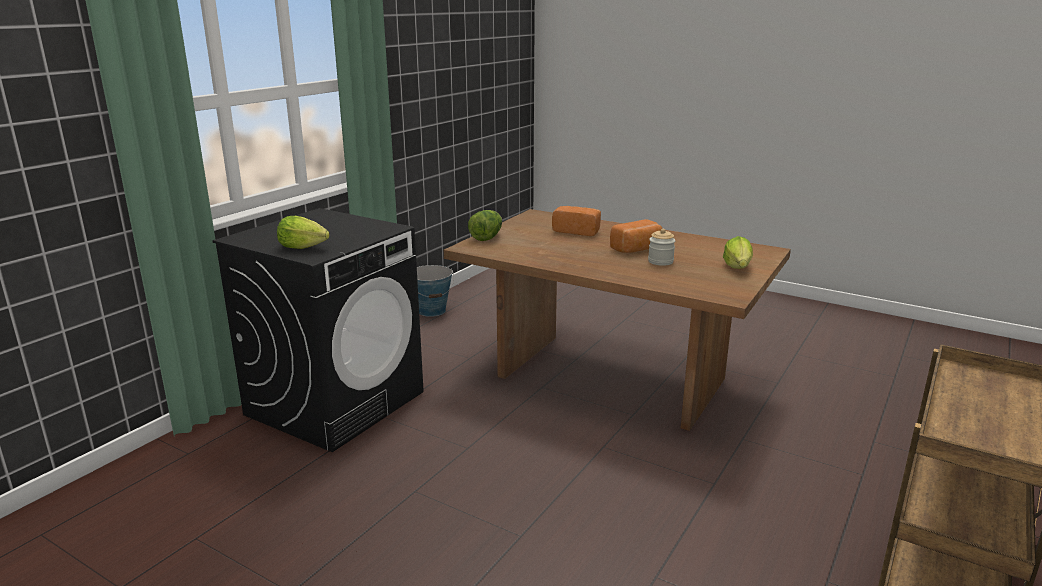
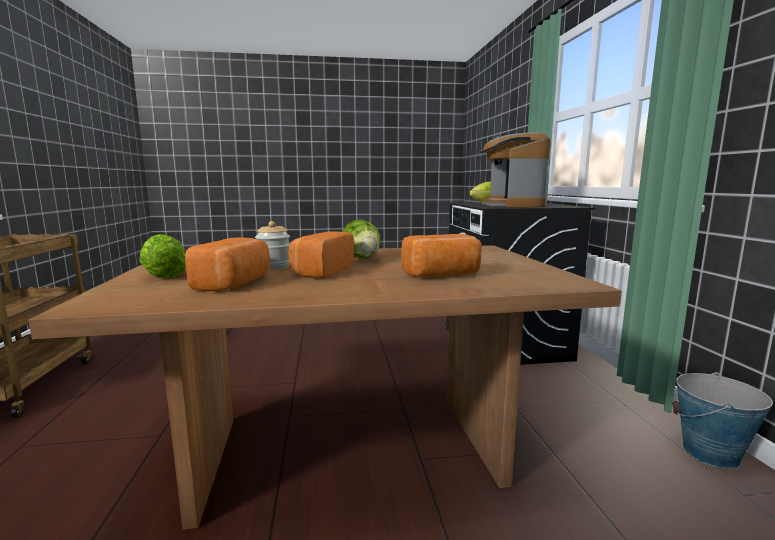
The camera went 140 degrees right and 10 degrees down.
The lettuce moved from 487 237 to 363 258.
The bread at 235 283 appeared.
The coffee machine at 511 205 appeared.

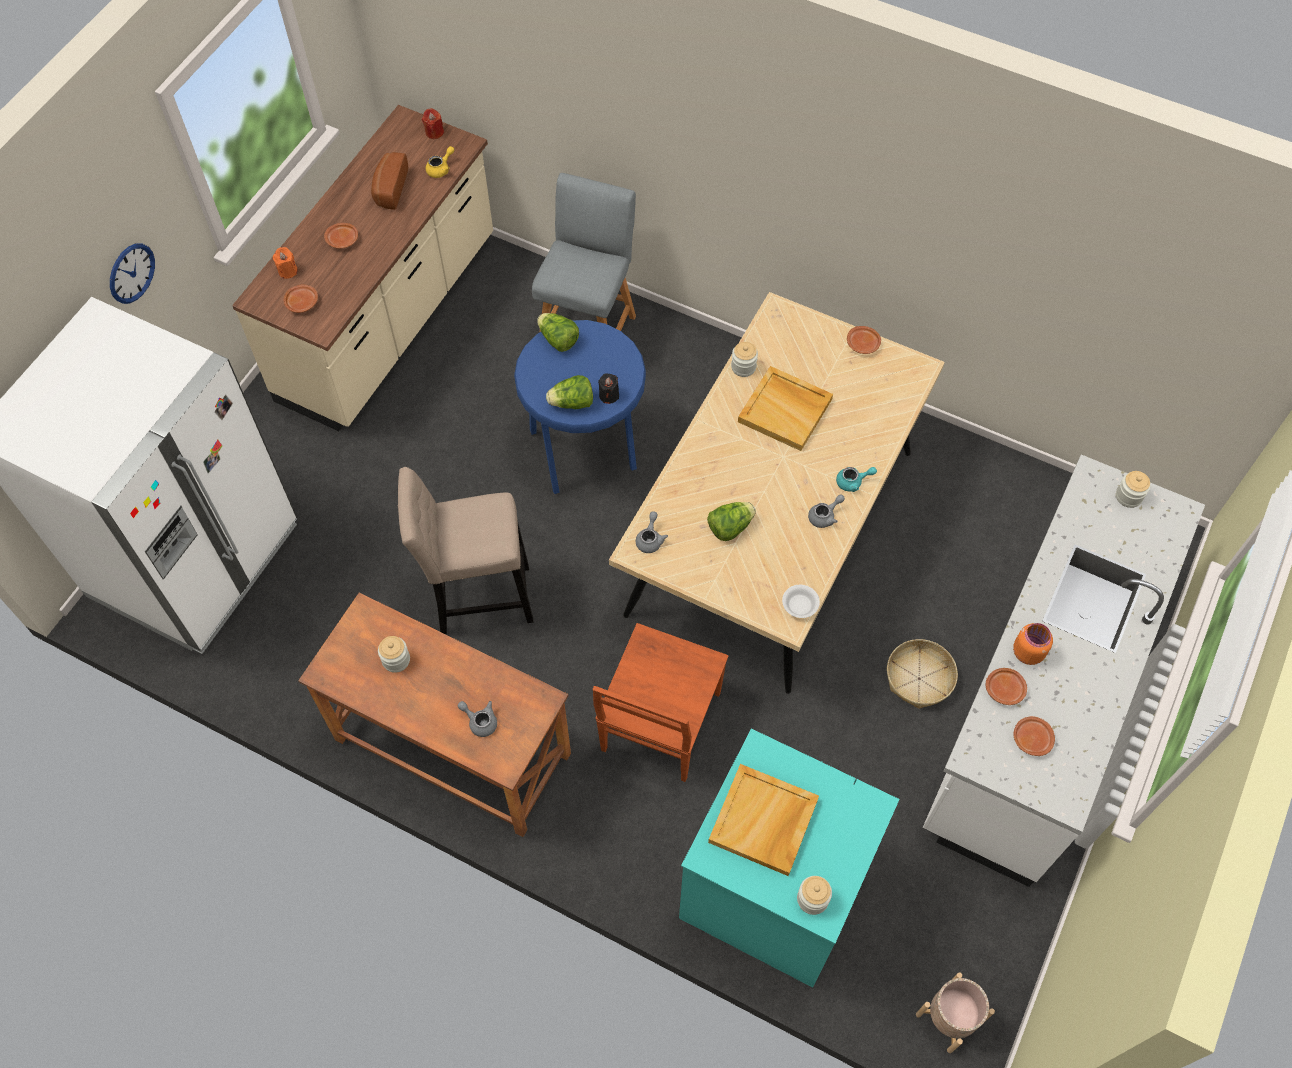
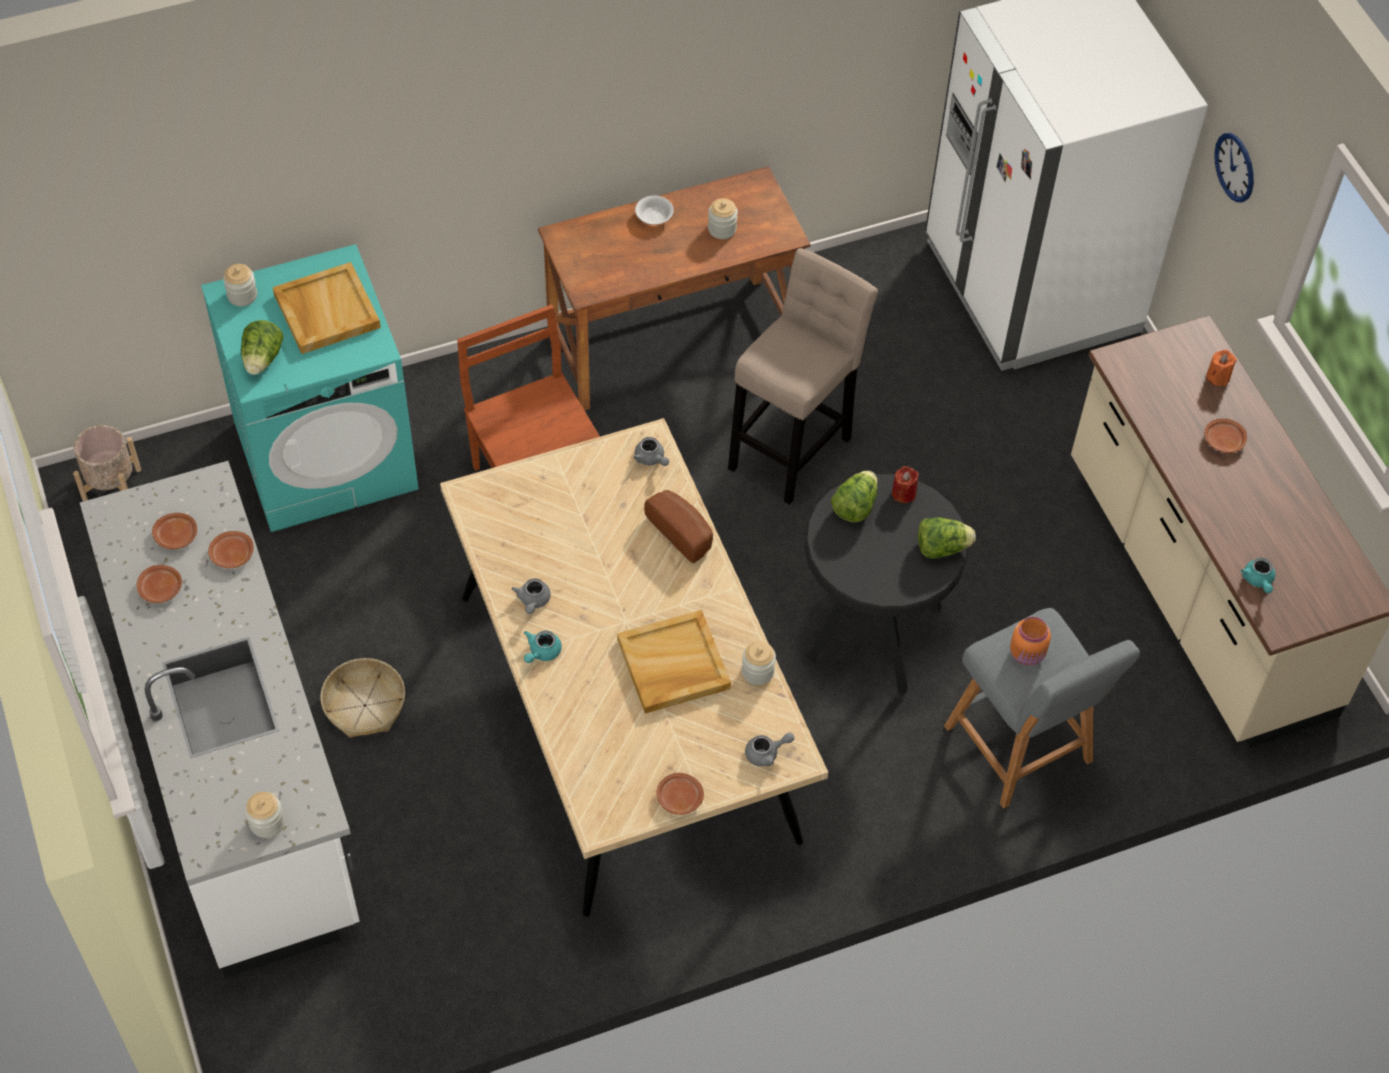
The camera went 130 degrees right and 5 degrees down.
The brown plate moved from 302 302 to 161 589.
The bread moved from 389 188 to 682 532.
The red candle moved from 434 132 to 903 493.
The yellow teapot at 441 169 became the turquoise teapot at 1258 581.
The grey teapot moved from 480 721 to 766 753.
The blue stool at 585 451 became the black stool at 871 636.
The black candle at 609 395 disappeared.
The lettuce moved from 730 527 to 263 359.
The white bowl moved from 799 605 to 654 217.
The orange jar moved from 1027 651 to 1027 654.

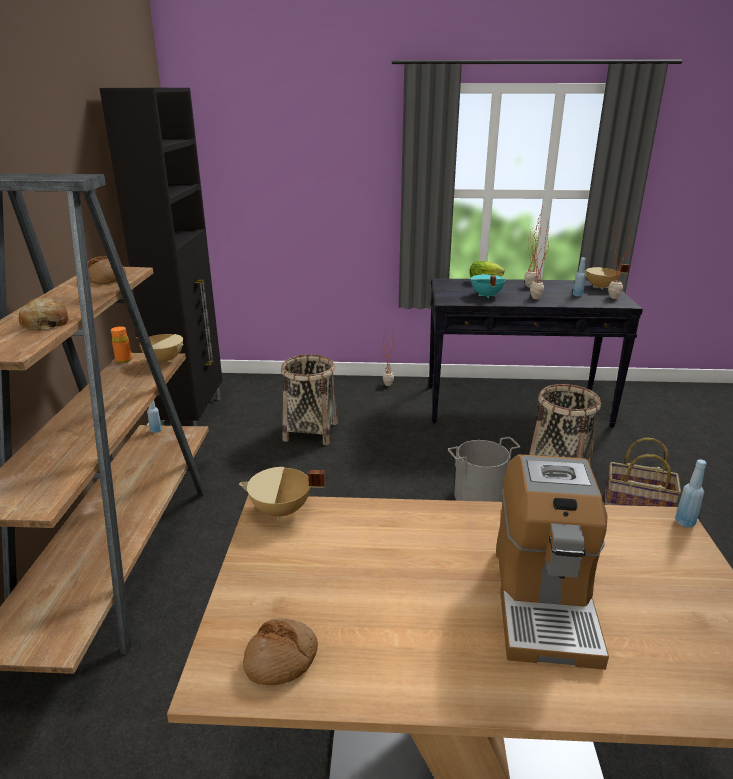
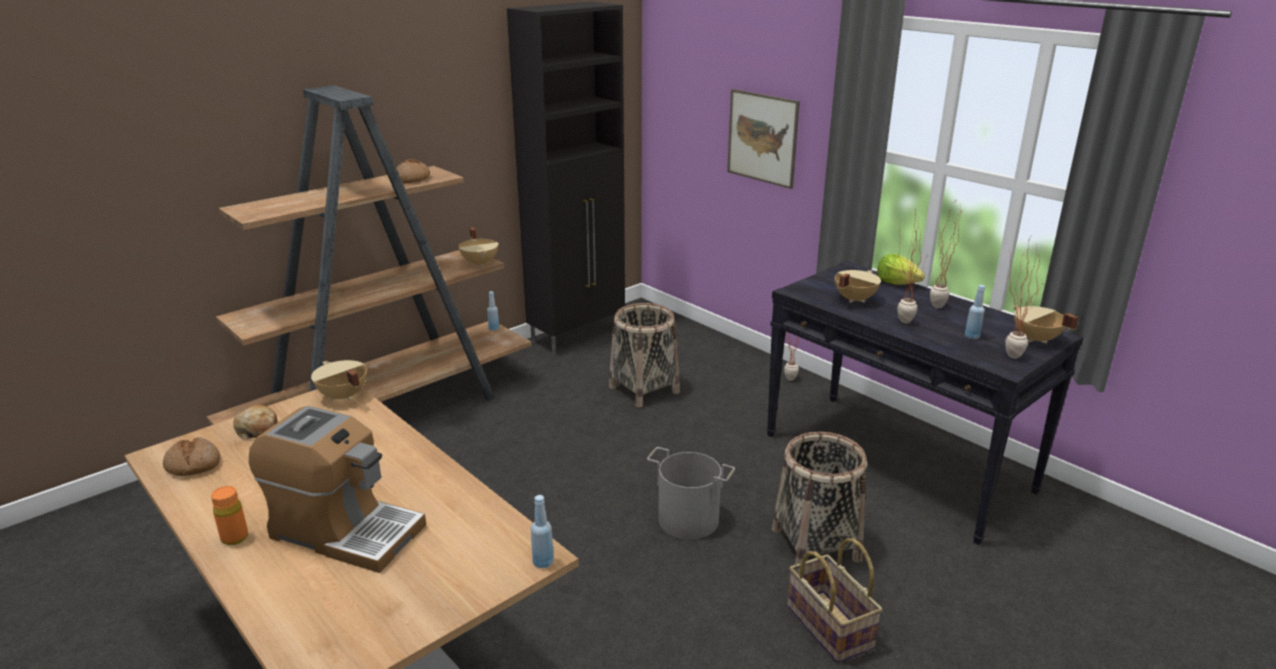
The camera went 45 degrees right and 0 degrees up.
The bread moved from 45 324 to 257 429.
The orange bottle moved from 124 360 to 235 538.
The turquoise cooking pot at 485 295 became the beige cooking pot at 854 299.
The coffee machine at 544 600 turned 120 degrees counterclockwise.
The picture at 762 138 appeared.

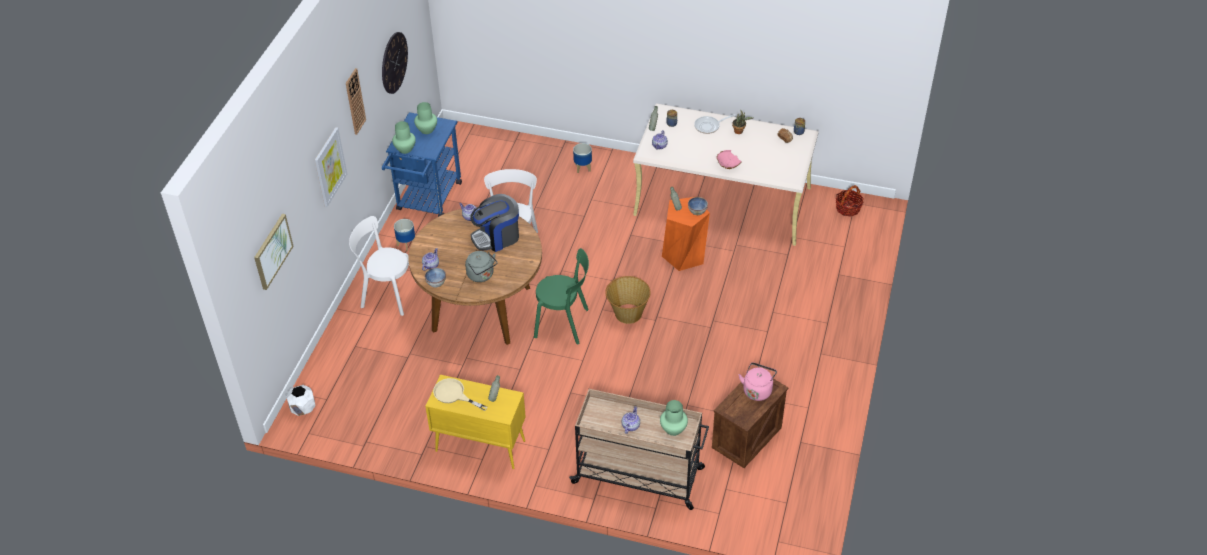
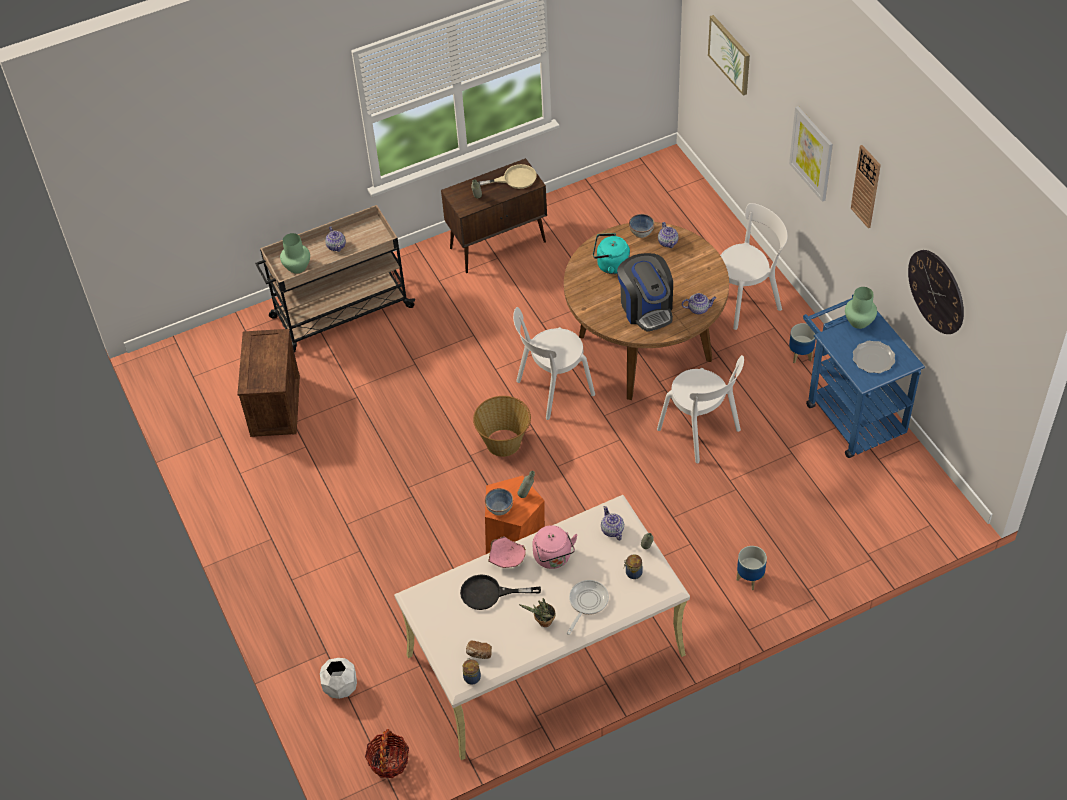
The camera went 140 degrees right and 5 degrees up.
The white planter moved from 303 409 to 340 687.
The green vase at 426 130 was replaced by the plate at 873 358.
The yellow cabinet at 479 446 became the brown cabinet at 498 245.
The grey kettle at 482 275 became the turquoise kettle at 610 265.
The coffee machine at 497 237 turned 135 degrees clockwise.
The green chair at 564 323 became the white chair at 552 389.
The pink kettle moved from 757 390 to 553 558.
The black frying pan at 489 593 appeared.

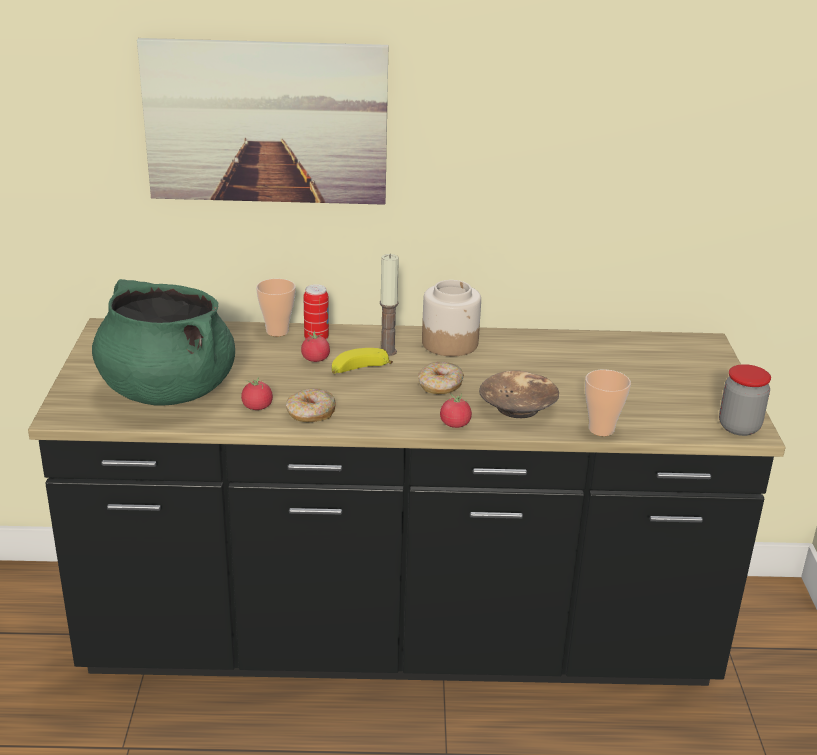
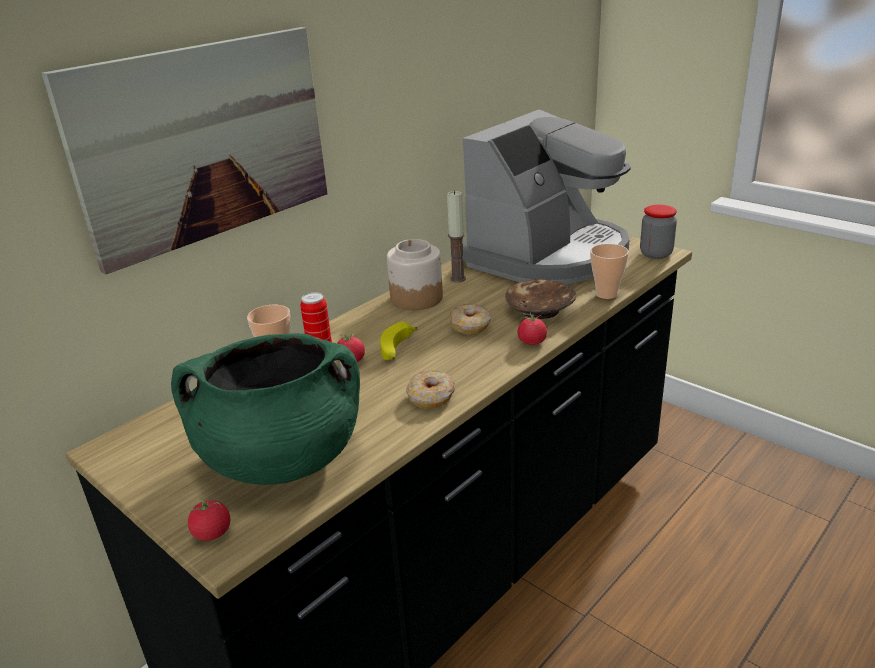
The camera went 45 degrees left and 0 degrees up.
The tomato moved from 257 407 to 212 533.
The candle moved from 387 351 to 457 279.
The coffee machine at 548 255 appeared.

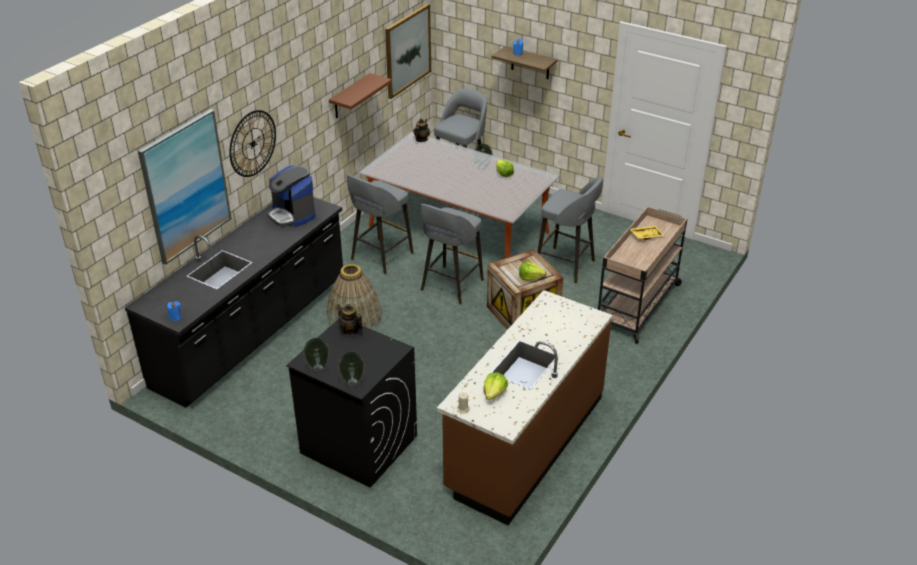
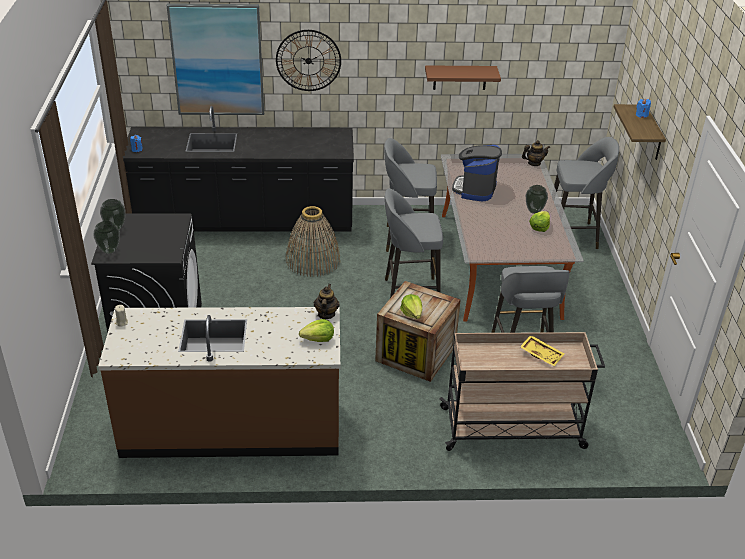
The camera went 55 degrees right and 0 degrees up.
The coffee machine moved from 292 214 to 475 189.
The teapot moved from 350 330 to 326 314.
The picture at 407 50 disappeared.
The lettuce moved from 494 393 to 318 339.

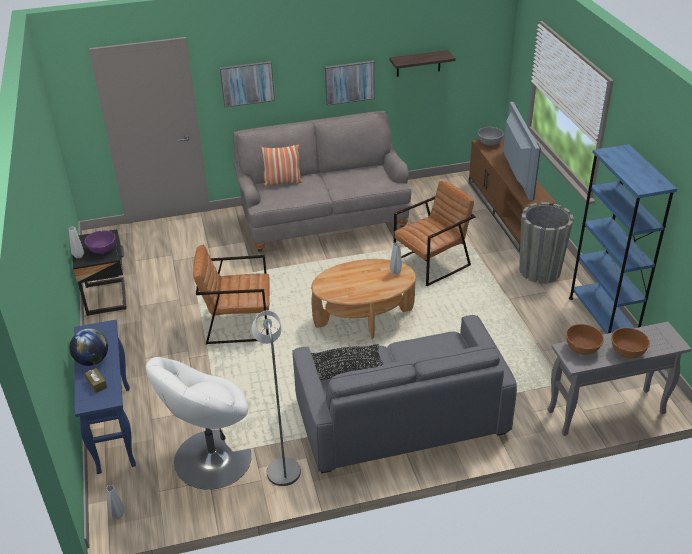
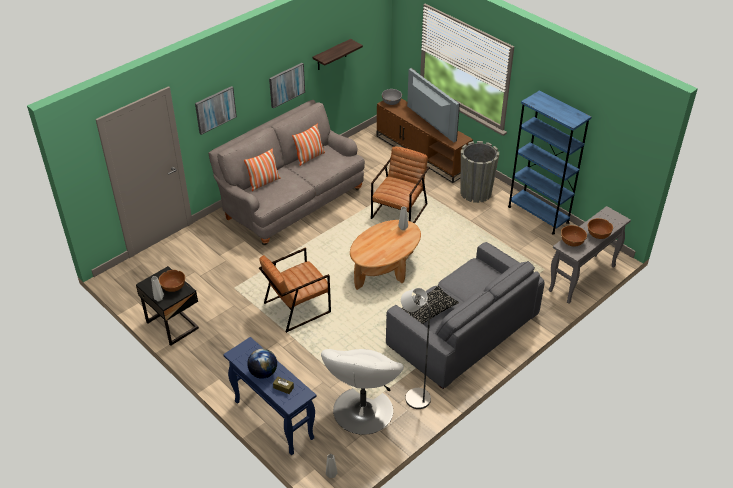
The camera went 30 degrees left and 5 degrees up.
The purple bowl at 102 250 became the brown bowl at 173 287.
The pillow at 310 157 appeared.

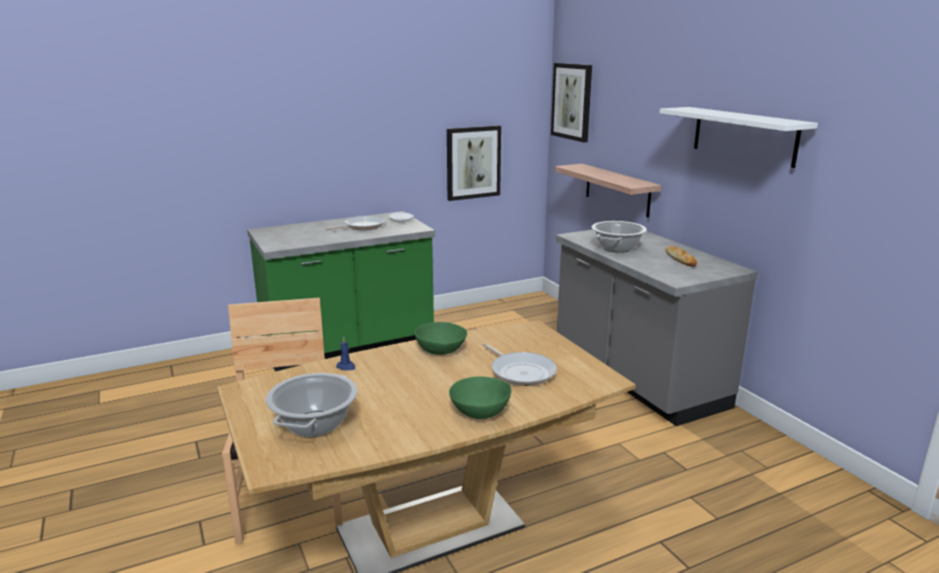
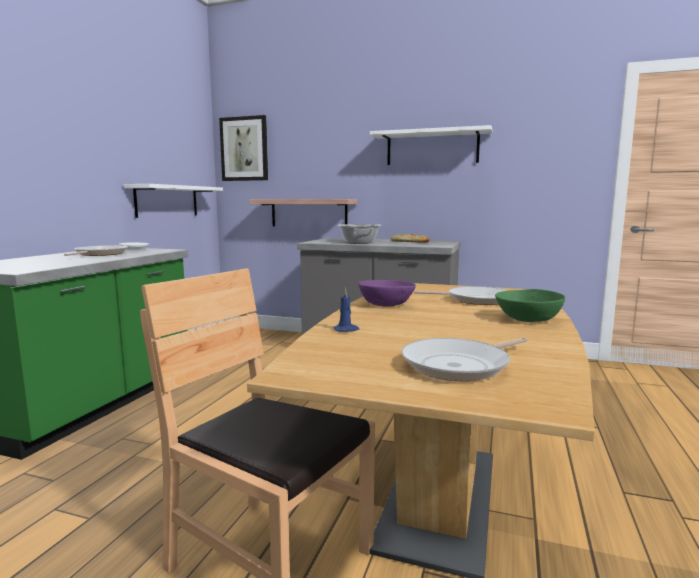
The camera went 45 degrees left and 10 degrees down.
The cooking pot at 315 425 was replaced by the frying pan at 460 365.
The green bowl at 441 350 became the purple bowl at 386 304.
The picture at 473 162 was replaced by the white shelf at 167 201.

